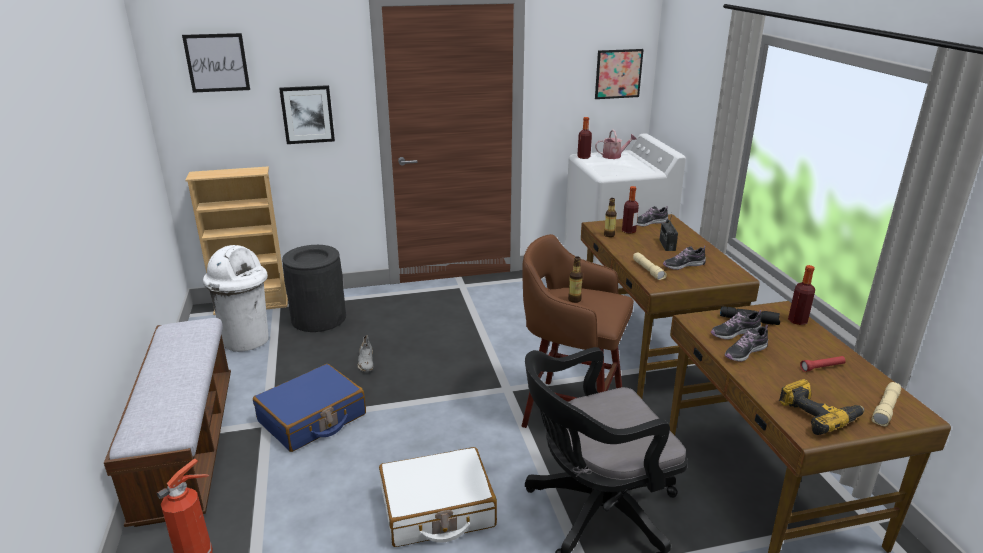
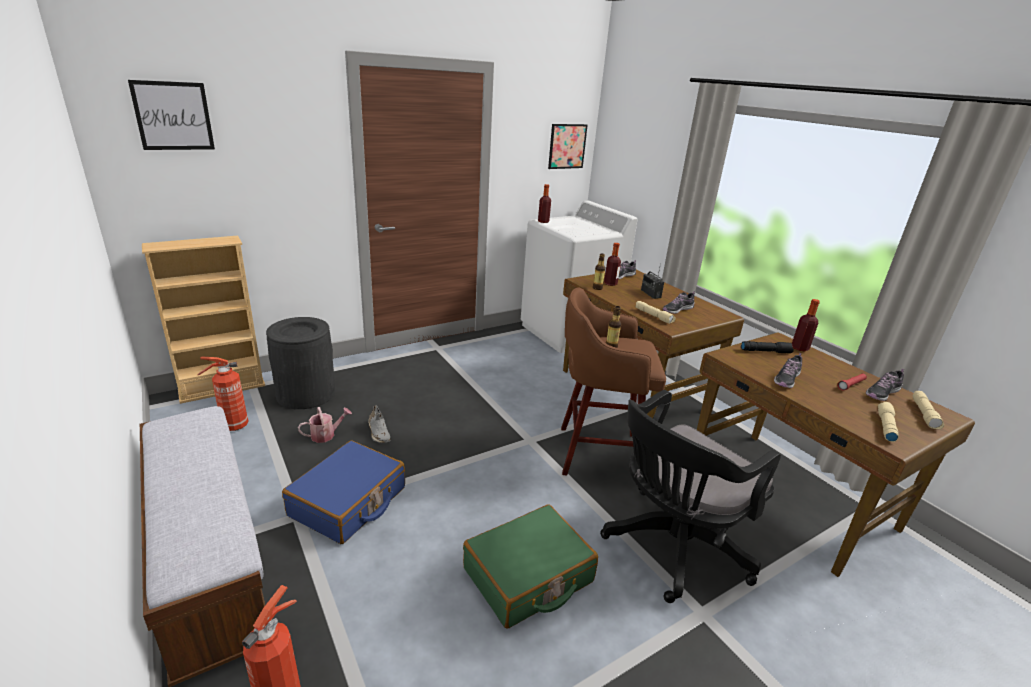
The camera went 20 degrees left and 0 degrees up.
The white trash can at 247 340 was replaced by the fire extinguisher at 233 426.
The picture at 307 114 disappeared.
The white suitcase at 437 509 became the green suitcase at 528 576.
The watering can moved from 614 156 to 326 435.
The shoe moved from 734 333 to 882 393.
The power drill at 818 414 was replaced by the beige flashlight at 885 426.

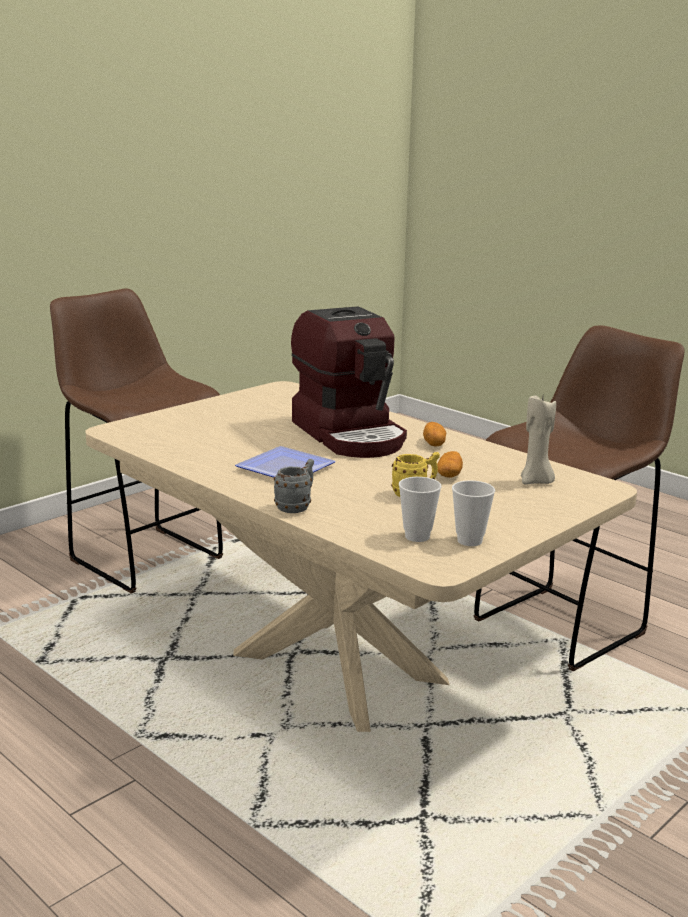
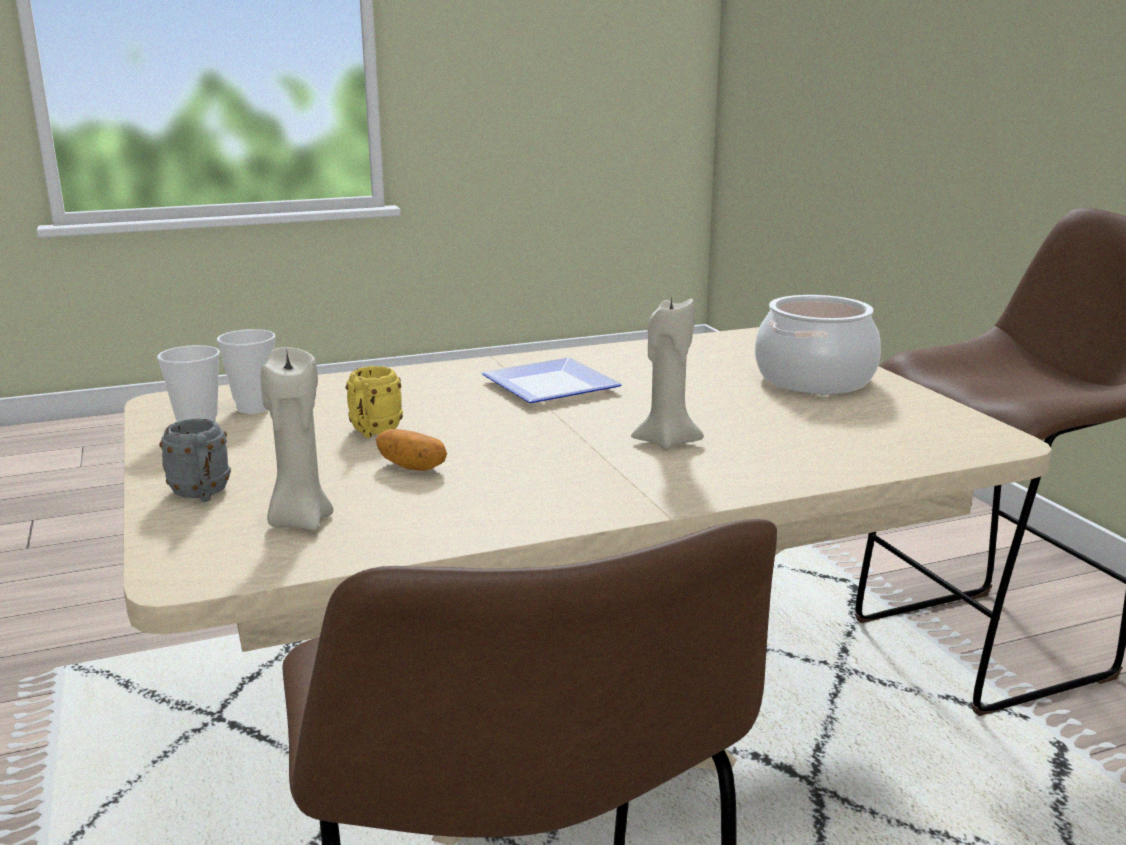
The camera went 115 degrees right and 0 degrees up.
The grey mug moved from 296 507 to 202 494.
The coffee machine at 351 434 was replaced by the beige candle at 666 441.
The potato at 434 443 disappeared.
The cooking pot at 814 379 appeared.

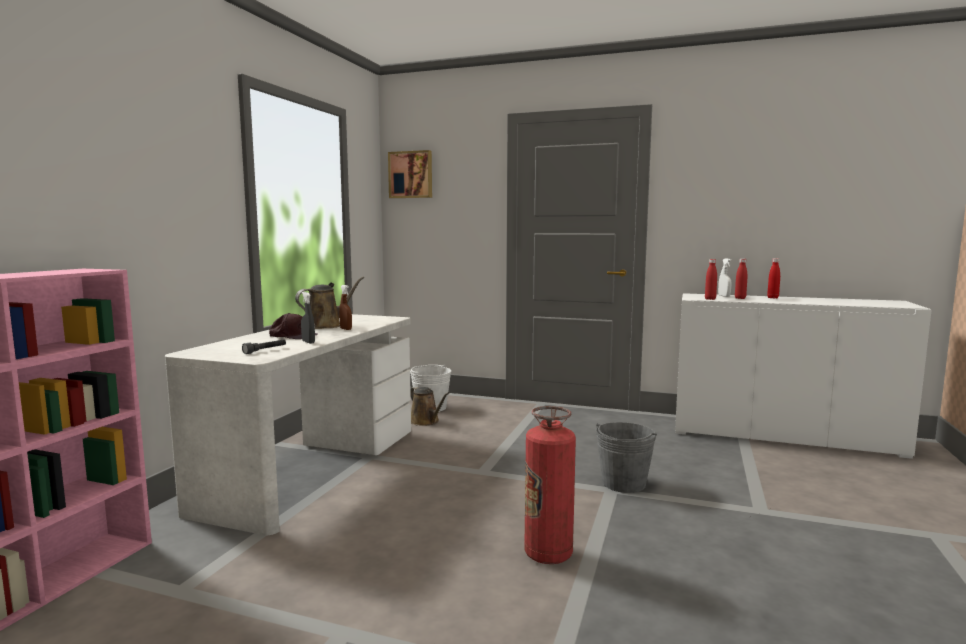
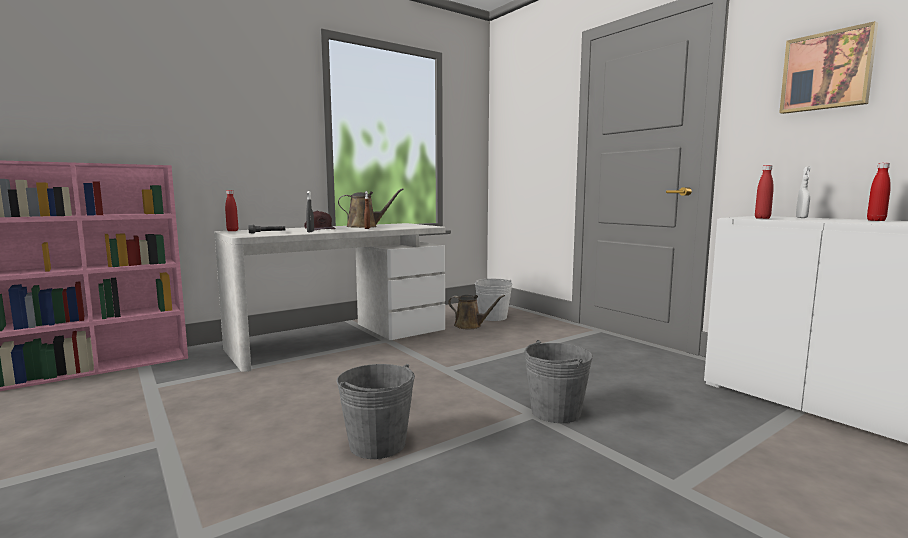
The camera went 35 degrees right and 0 degrees up.
The picture moved from 411 175 to 827 71.
The brown watering can at 426 421 turned 60 degrees counterclockwise.
The fire extinguisher at 548 554 was replaced by the grey bucket at 377 444.
The red bottle moved from 740 298 to 232 231.

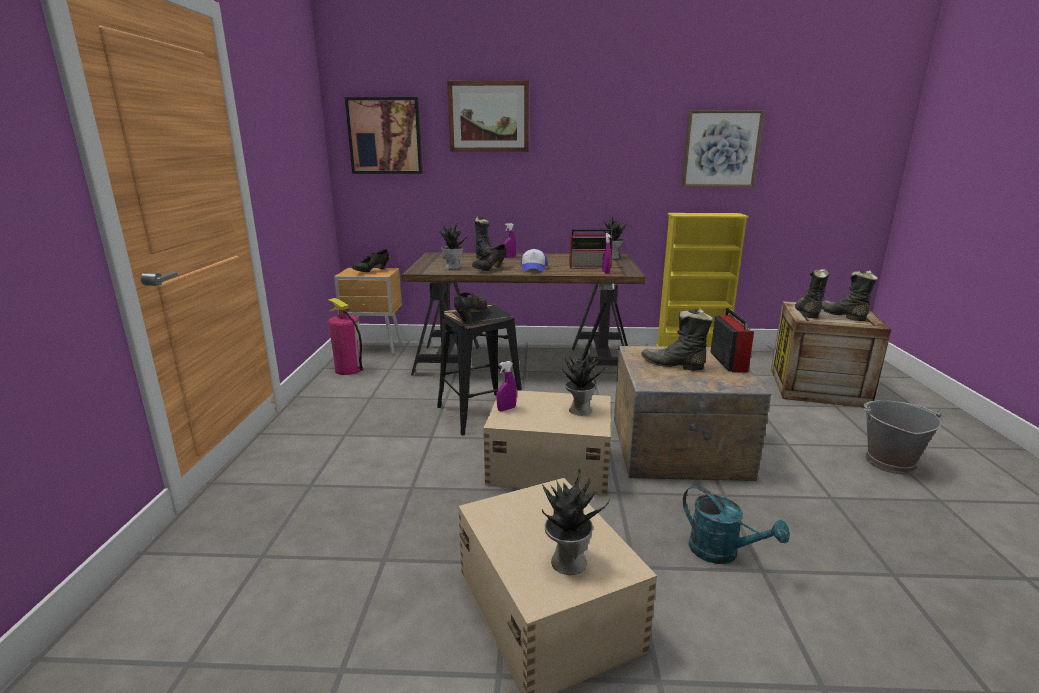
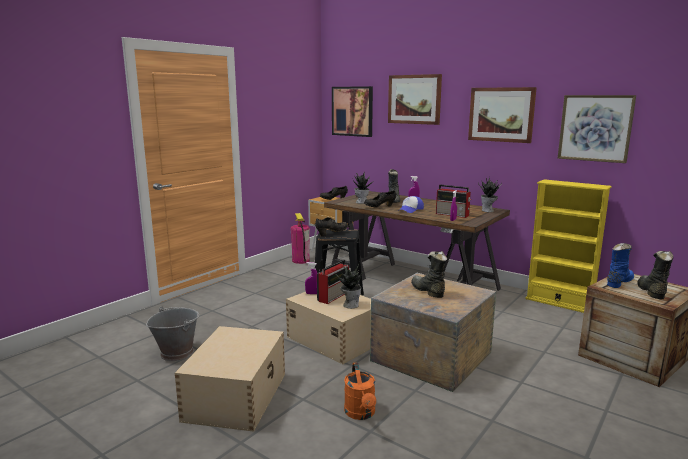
The camera went 35 degrees right and 5 degrees down.
The potted plant at 567 561 disappeared.
The turquoise watering can at 722 553 became the orange watering can at 361 414.
The radio moved from 728 361 to 334 296.
The black boot at 806 312 became the blue boot at 619 282.
The grey bucket moved from 889 462 to 177 353.
The picture at 501 114 appeared.

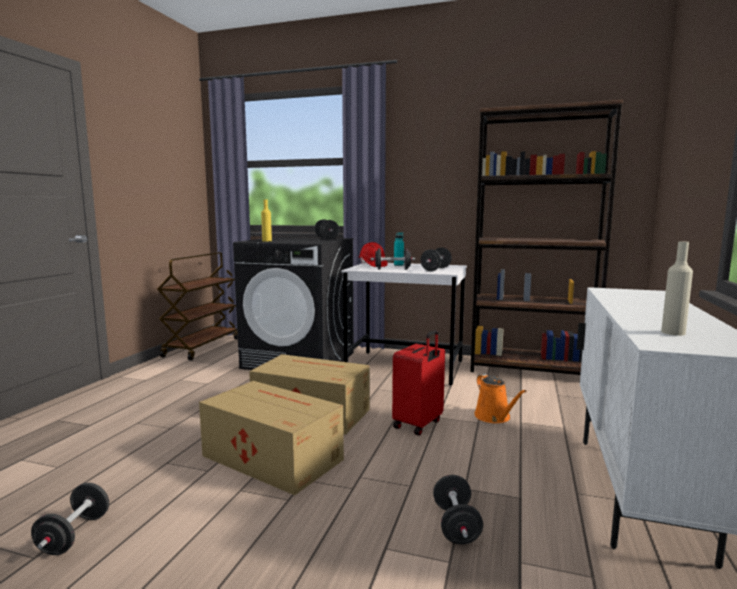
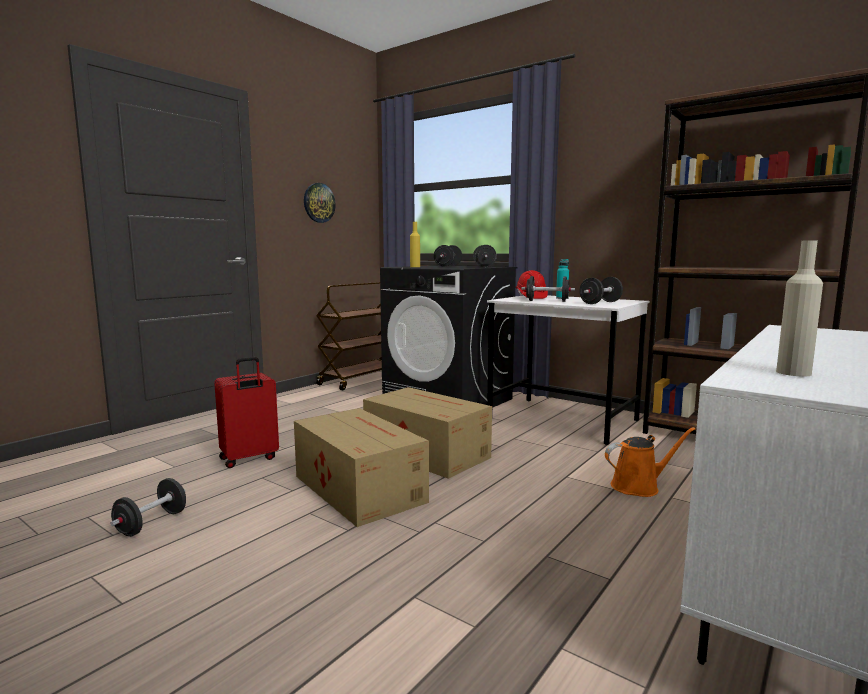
The camera went 20 degrees right and 0 degrees up.
The red suitcase moved from 419 424 to 249 459.
The black dumbbell moved from 456 525 to 448 266.
The orange watering can at 494 417 turned 105 degrees counterclockwise.
The wall clock at 319 203 appeared.

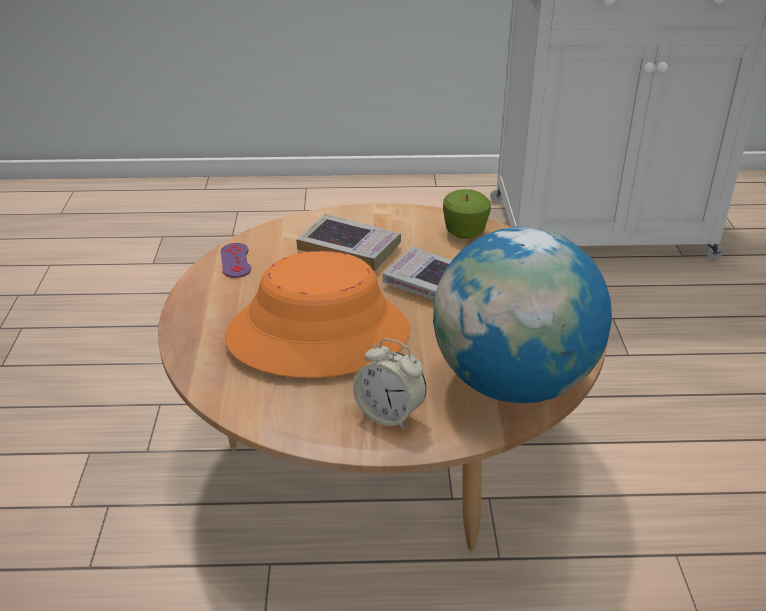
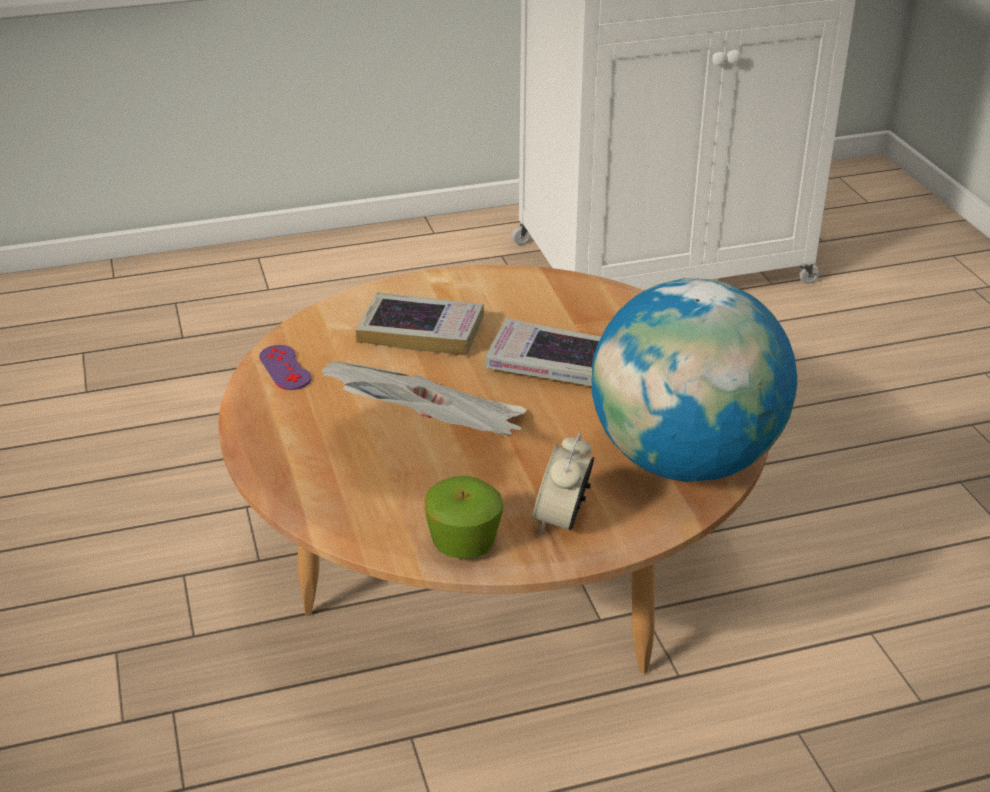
The camera went 15 degrees left and 0 degrees up.
The orange hat at 318 334 was replaced by the newspaper at 435 442.
The alarm clock at 389 414 turned 90 degrees clockwise.
The apple moved from 465 232 to 464 544.

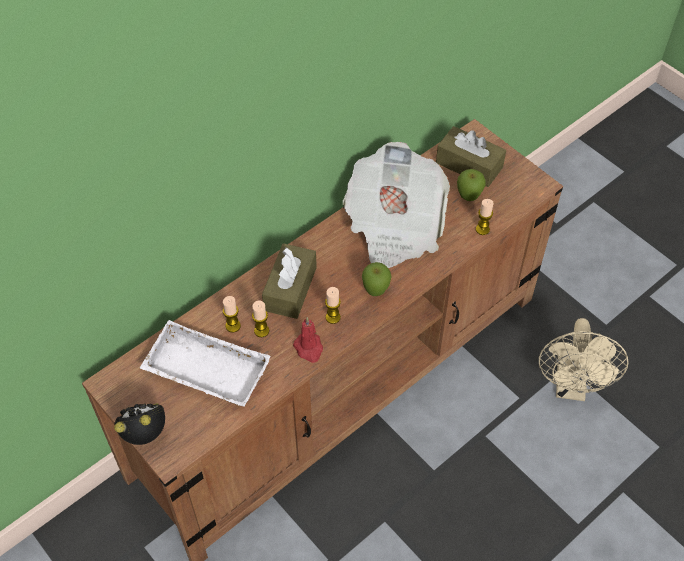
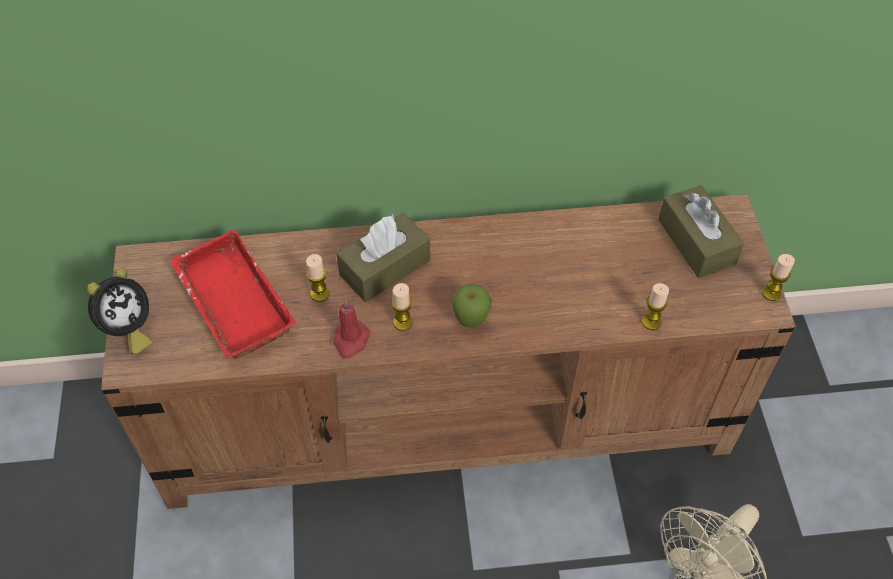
The camera went 35 degrees right and 0 degrees up.
The alarm clock at 147 433 turned 105 degrees clockwise.
The white tray at 204 372 became the red tray at 229 302.
The candle moved from 233 326 to 771 293.
The newspaper at 394 226 disappeared.
The apple at 468 198 disappeared.

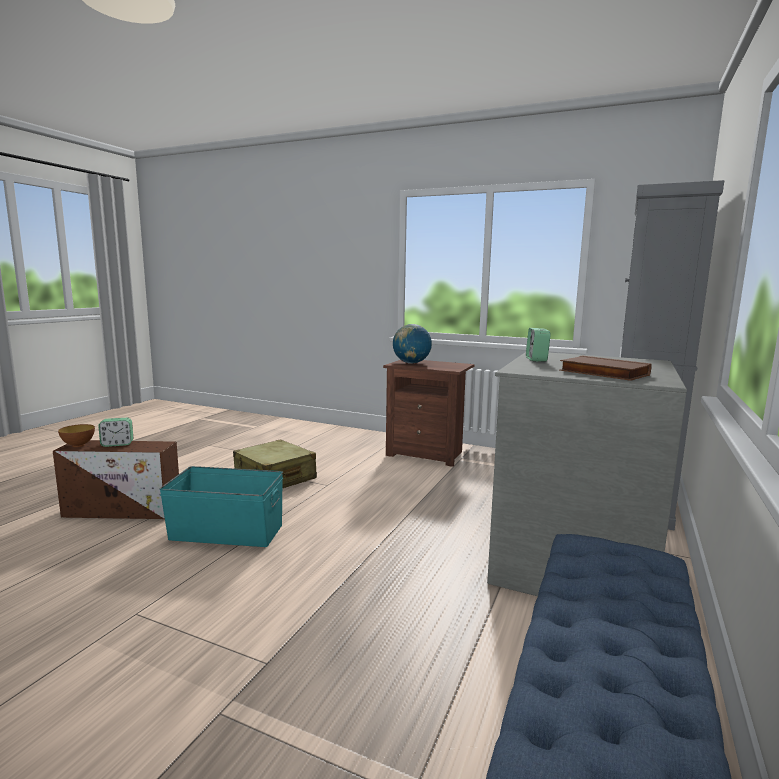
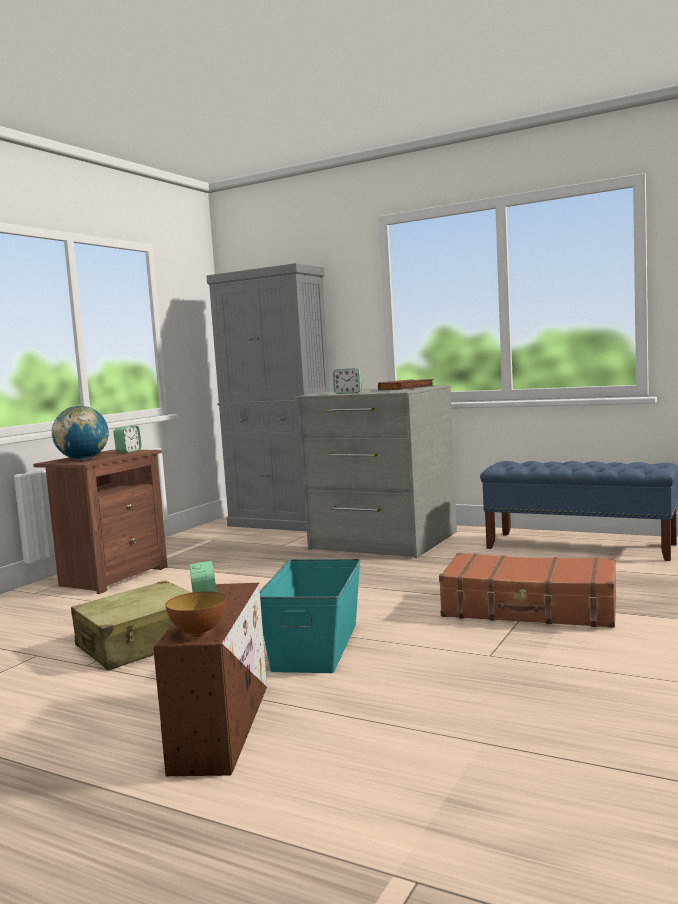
The camera went 85 degrees left and 5 degrees down.
The alarm clock at 128 451 appeared.
The brown suitcase at 530 609 appeared.

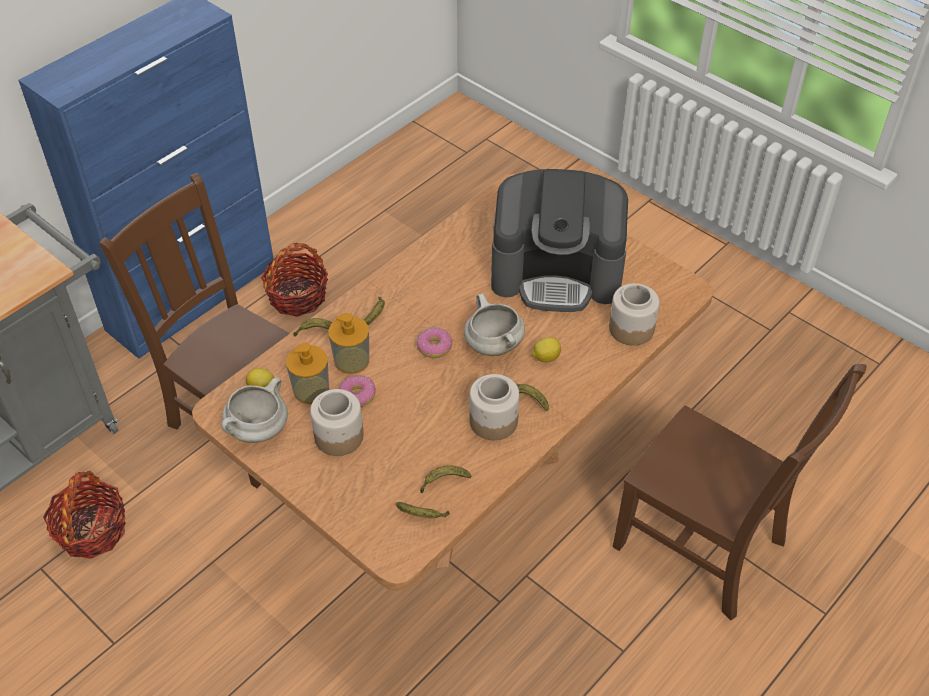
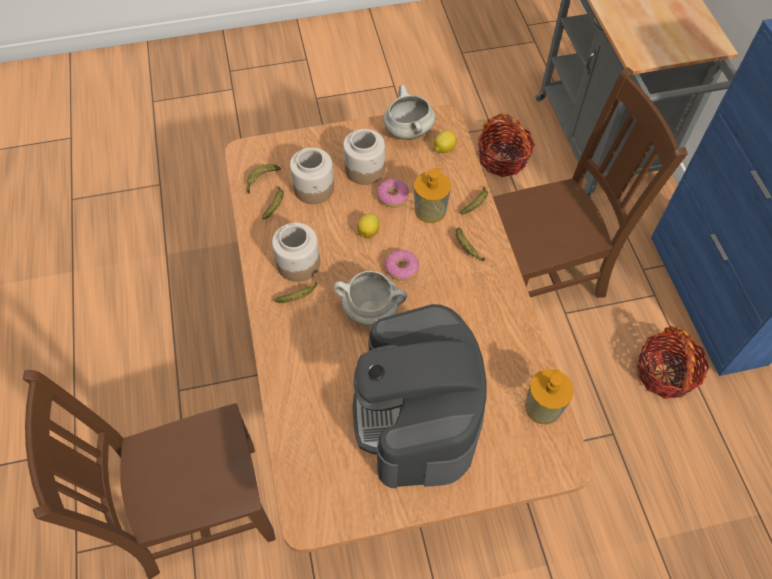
The camera went 125 degrees right and 10 degrees up.
The soap dispenser moved from 311 390 to 543 407.
The coffee machine at 557 272 turned 45 degrees counterclockwise.
The lemon moved from 545 358 to 369 231.
The jar moved from 631 328 to 314 188.

